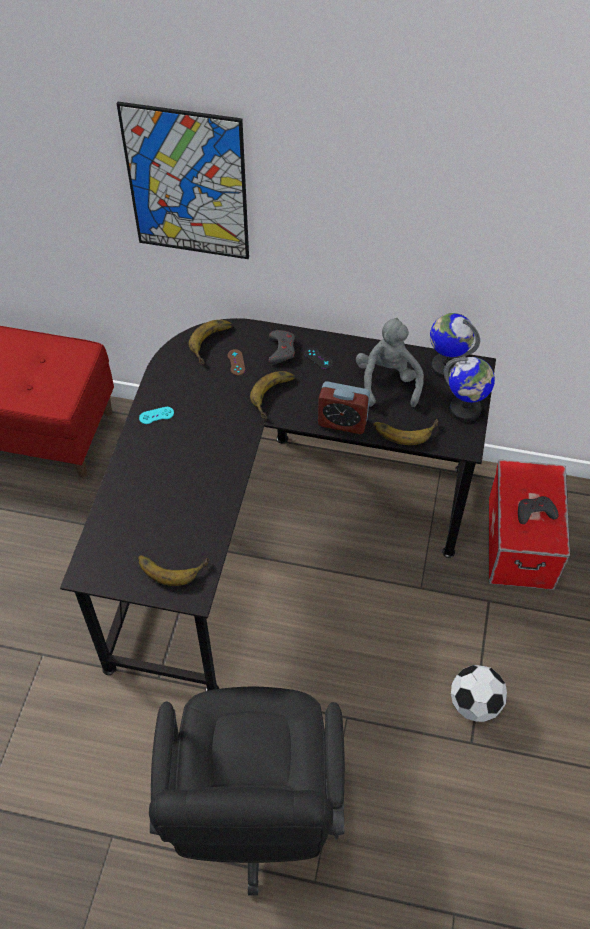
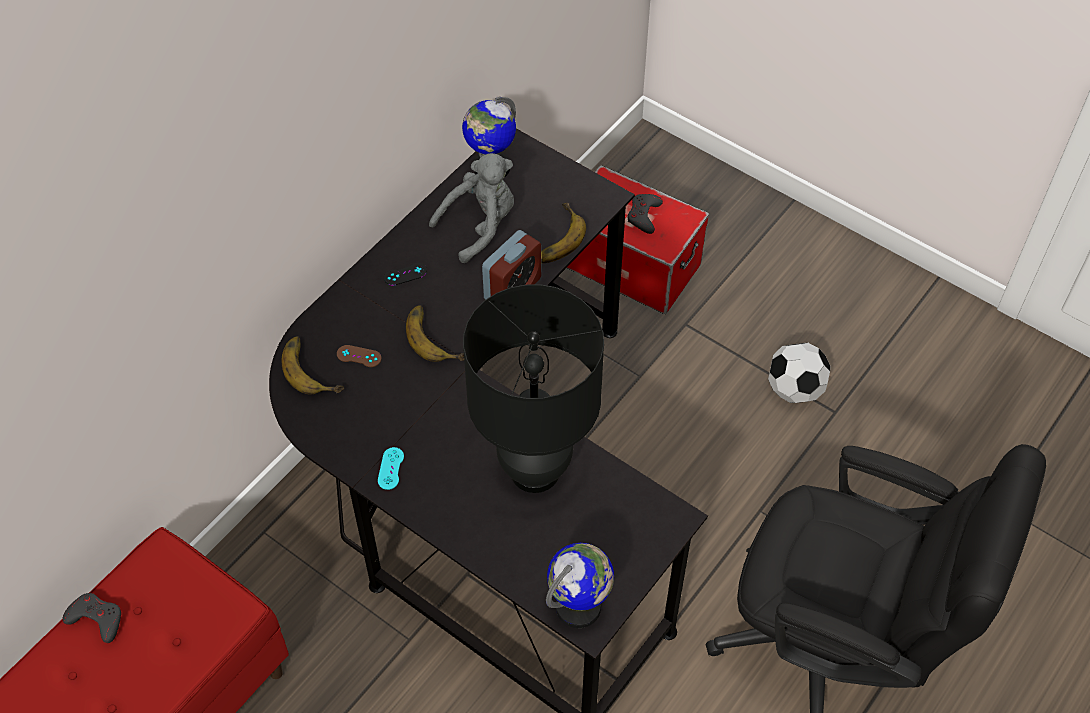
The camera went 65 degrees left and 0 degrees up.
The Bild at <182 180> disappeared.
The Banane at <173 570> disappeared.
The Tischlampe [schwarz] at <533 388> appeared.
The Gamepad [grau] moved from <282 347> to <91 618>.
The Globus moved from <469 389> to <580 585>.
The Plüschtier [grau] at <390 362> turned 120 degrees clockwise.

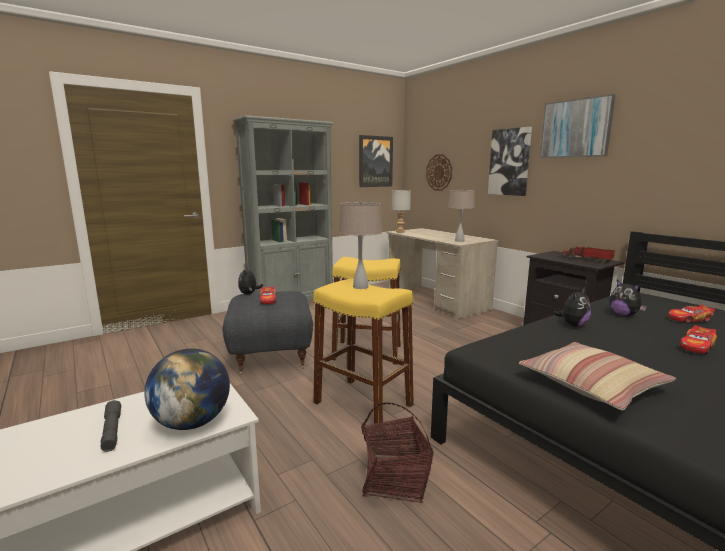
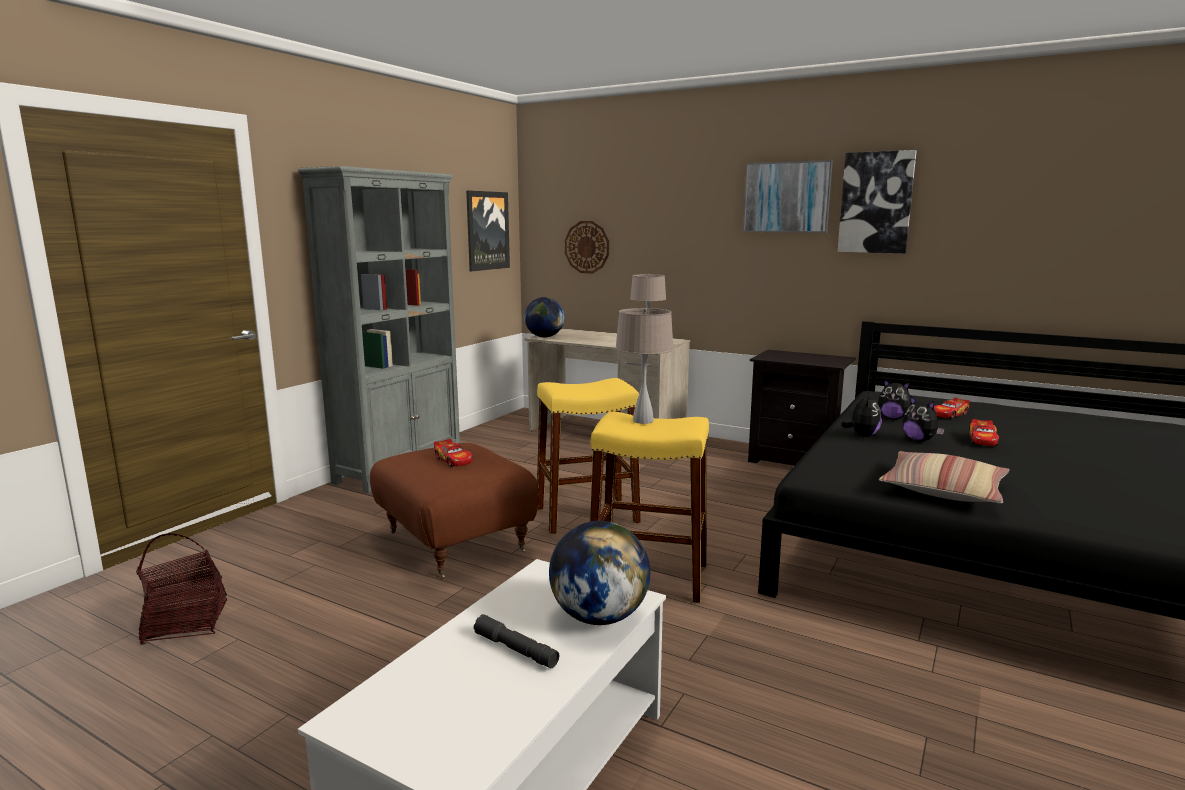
The camera went 25 degrees left and 0 degrees up.
The Spielzeuglaster at <588 254> disappeared.
The Plüschtier moved from <250 281> to <923 419>.
The Korb moved from <397 453> to <181 589>.
The Bild moved from <510 161> to <877 201>.
The Tischlampe [grau] at <401 211> was replaced by the Globus at <544 317>.
The Polsterhocker [grau] at <267 333> became the Polsterhocker [braun] at <454 511>.

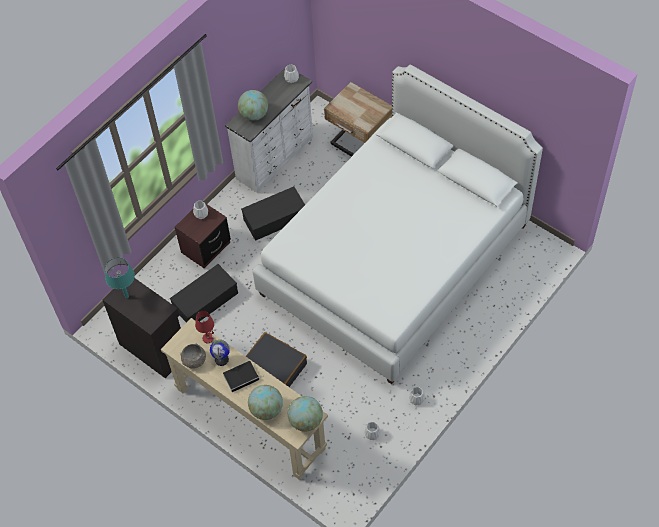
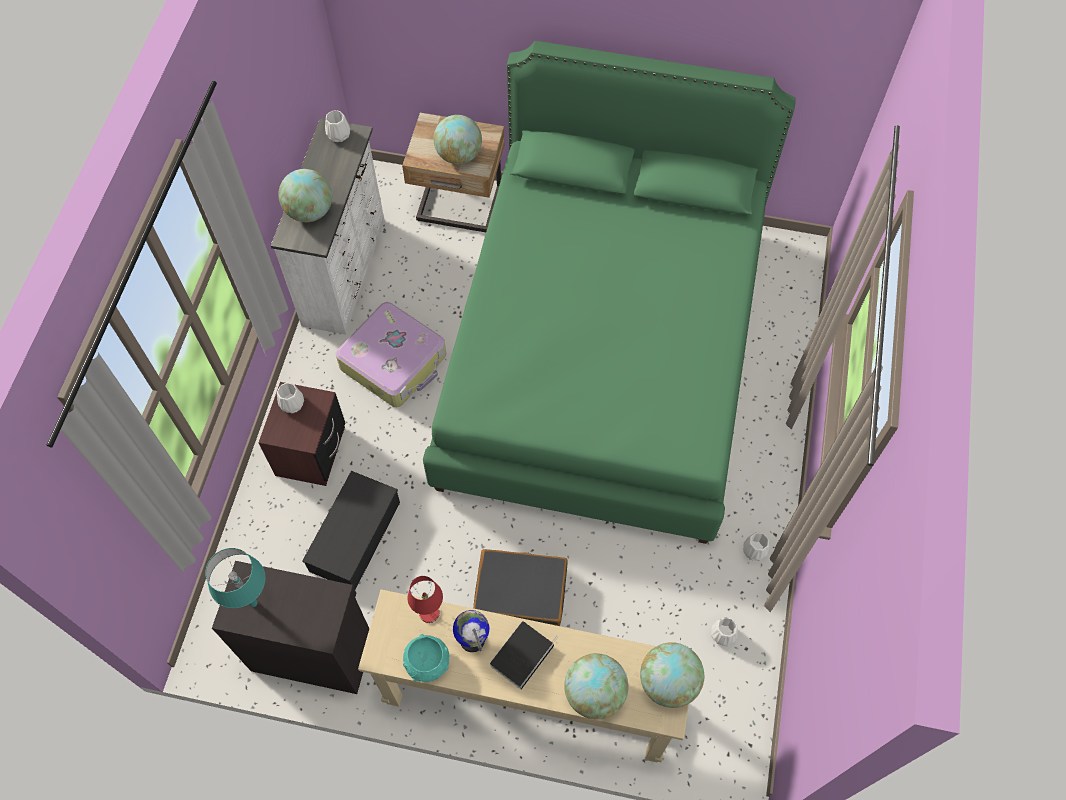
The camera went 30 degrees left and 5 degrees up.
The Globus at <458 139> appeared.
The Aufbewahrungsbox [schwarz] at <273 214> was replaced by the Koffer at <390 354>.
The Schüssel [grau] at <193 355> became the Schüssel [türkis] at <426 658>.
The Bett [weiß] at <397 224> became the Bett [grün] at <609 292>.

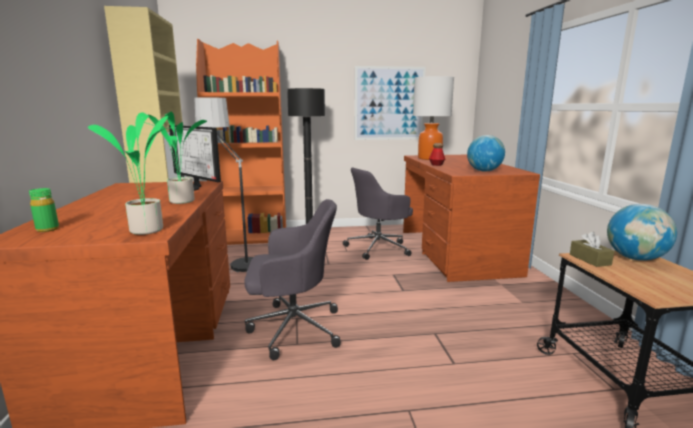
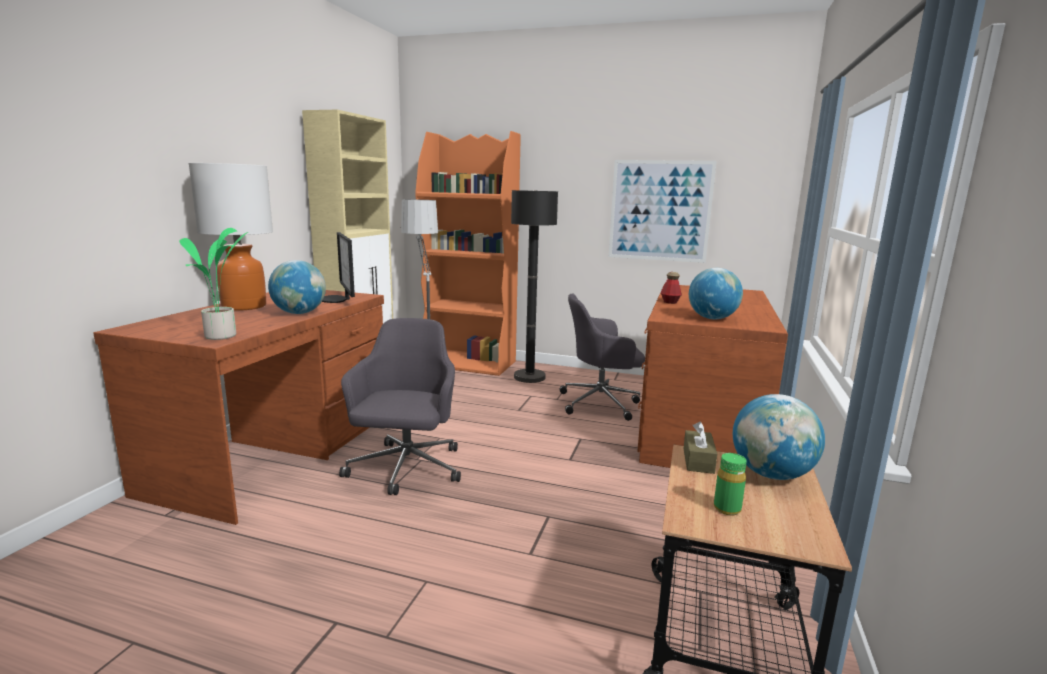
The camera went 25 degrees right and 0 degrees up.
The Flasche [grün] moved from <44 210> to <730 484>.
The Tischlampe moved from <433 118> to <230 237>.
The Topfpflanze at <175 158> was replaced by the Globus at <297 287>.
The Bürostuhl [grau] at <292 279> turned 105 degrees counterclockwise.

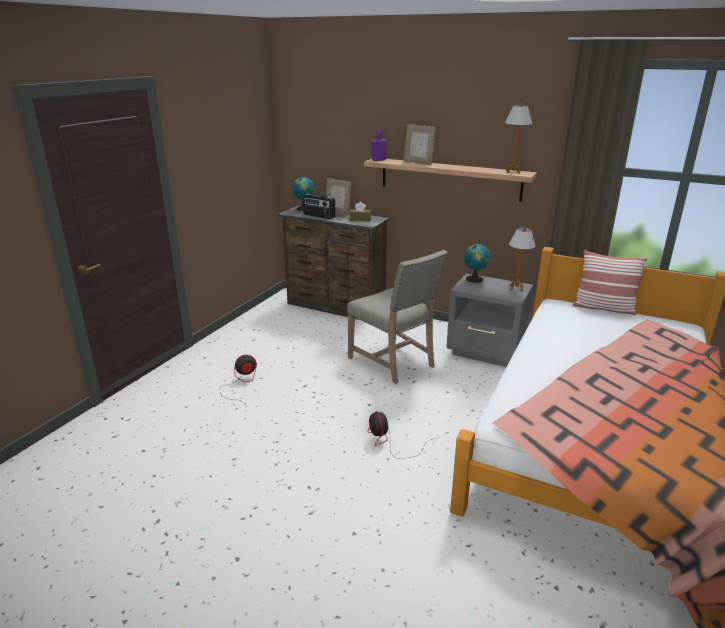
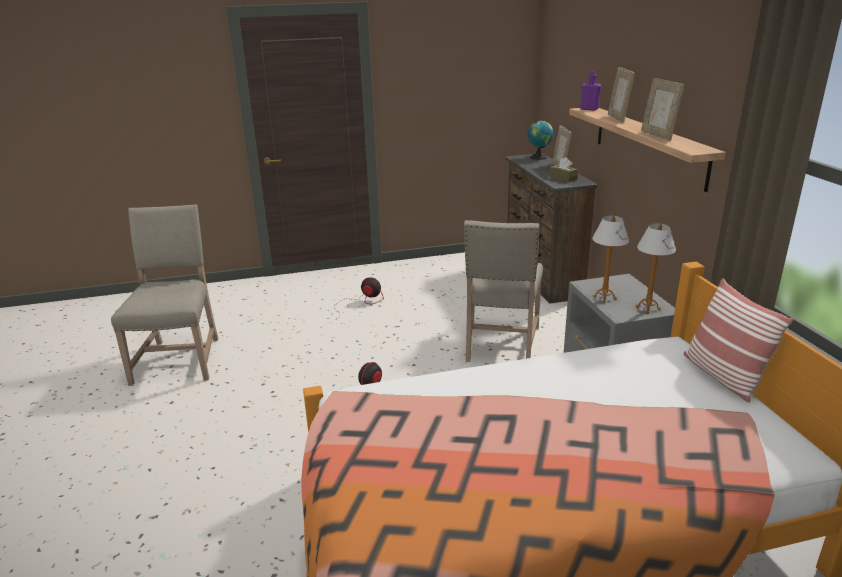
The camera went 50 degrees right and 0 degrees up.
The Radio at <319 206> disappeared.
The Globus at <477 263> disappeared.
The Stuhl [beige] at <164 295> appeared.
The Bilderrahmen at <663 109> appeared.
The Tischlampe moved from <518 139> to <610 259>.

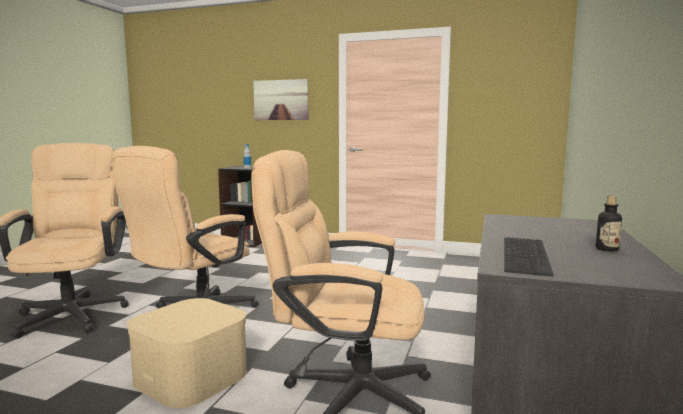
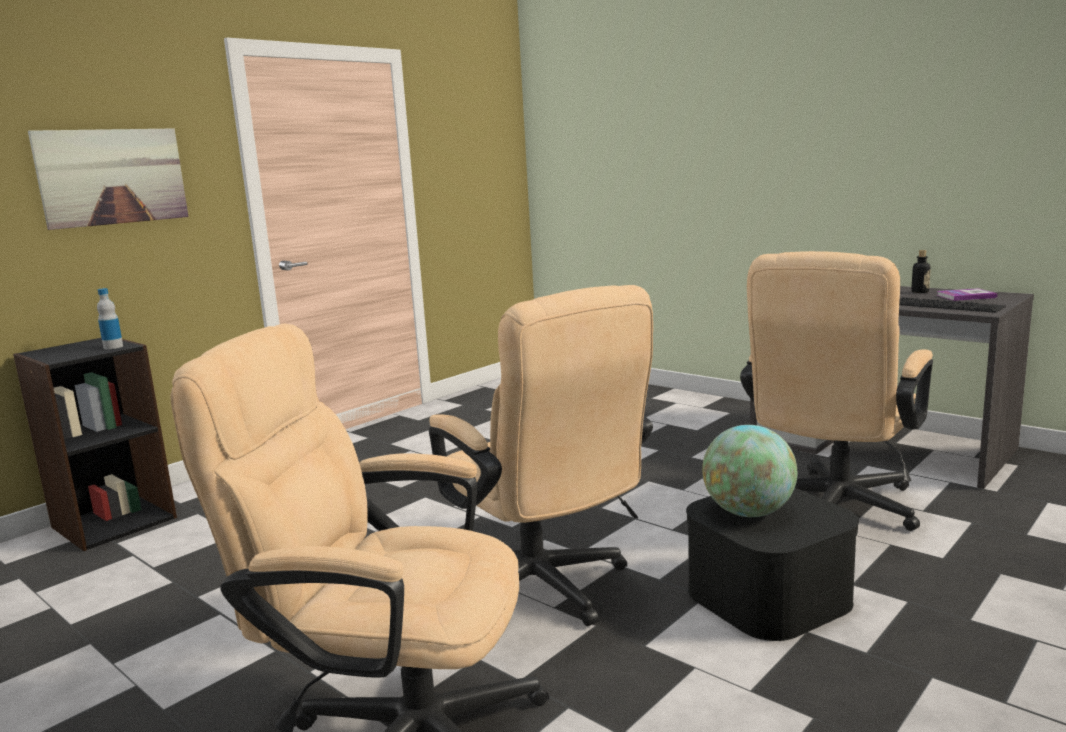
The camera went 65 degrees left and 5 degrees up.
The Globus at <749 471> appeared.
The Buch at <967 294> appeared.
The Aufbewahrungsbox [beige] at <187 353> became the Aufbewahrungsbox [schwarz] at <772 564>.

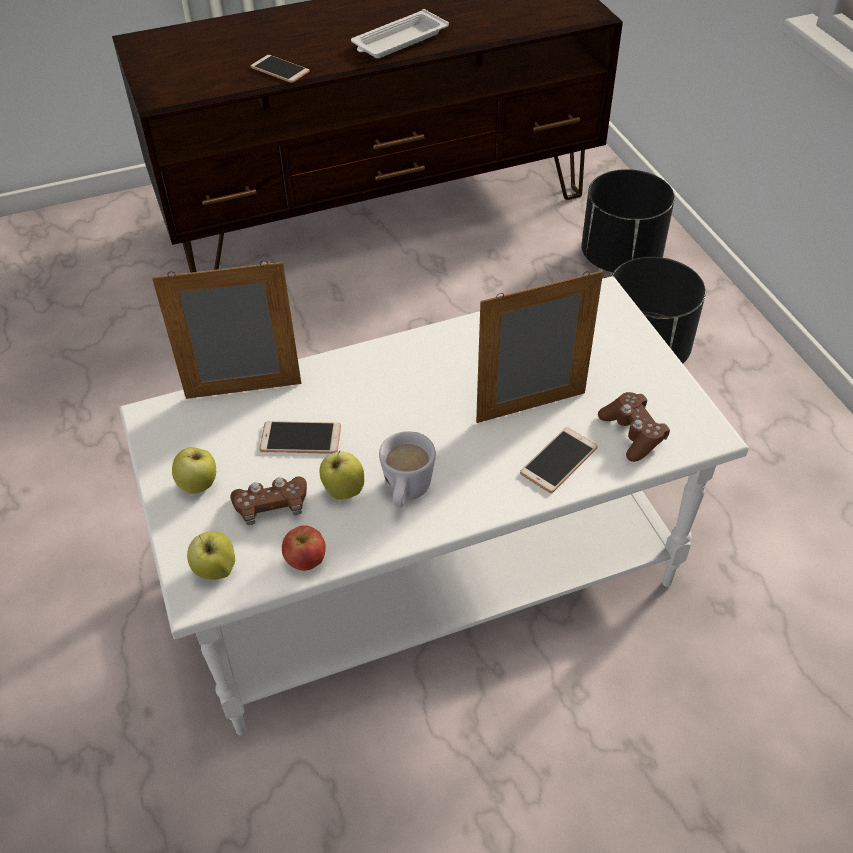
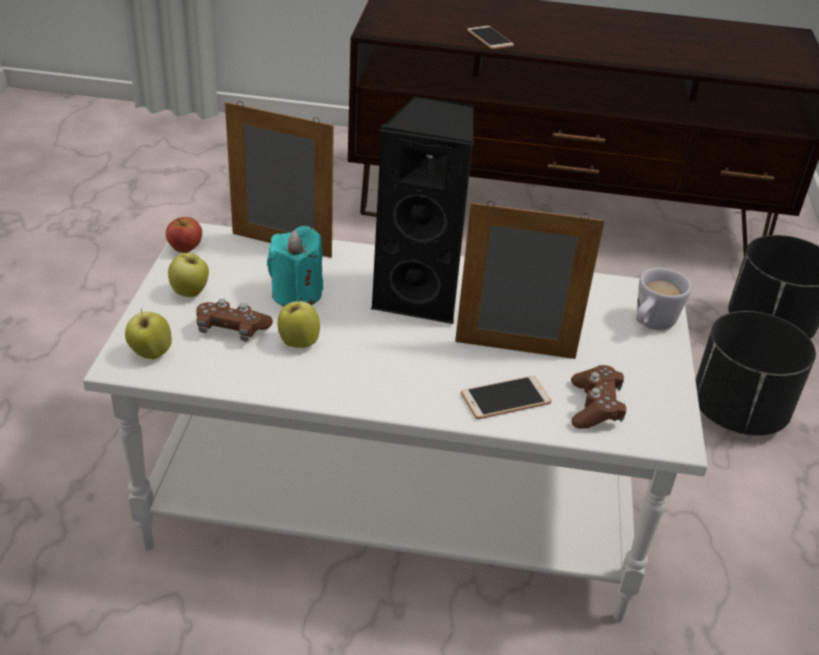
The camera went 25 degrees right and 10 degrees down.
The Tablett [weiß] at <400 33> disappeared.
The Lautsprecher [schwarz] at <422 209> appeared.
The Apfel moved from <304 548> to <184 235>.
The Henkelbecher [weiß] moved from <407 469> to <663 299>.
The Handy at <300 437> was replaced by the Kerze [türkis] at <295 266>.

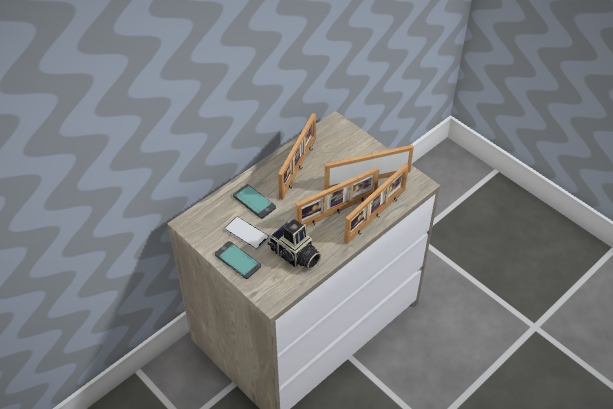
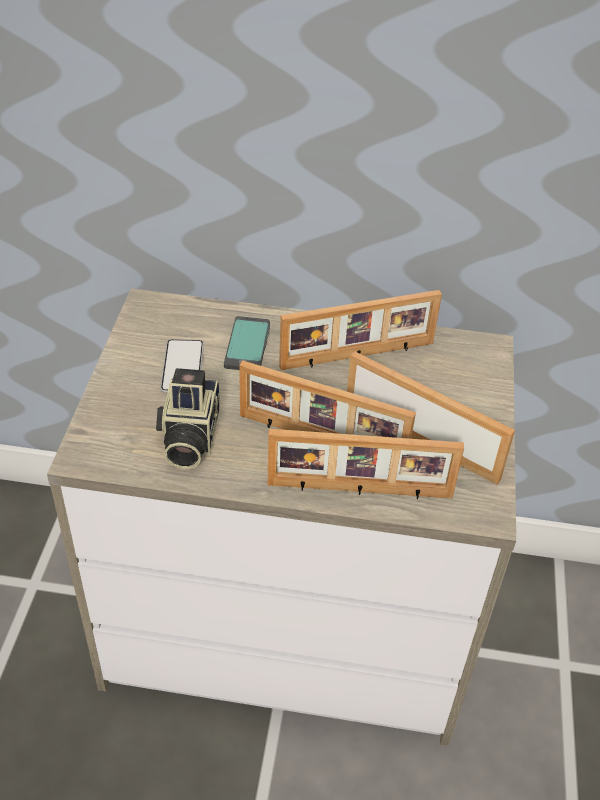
The camera went 50 degrees right and 5 degrees down.
The Handy at <238 260> disappeared.

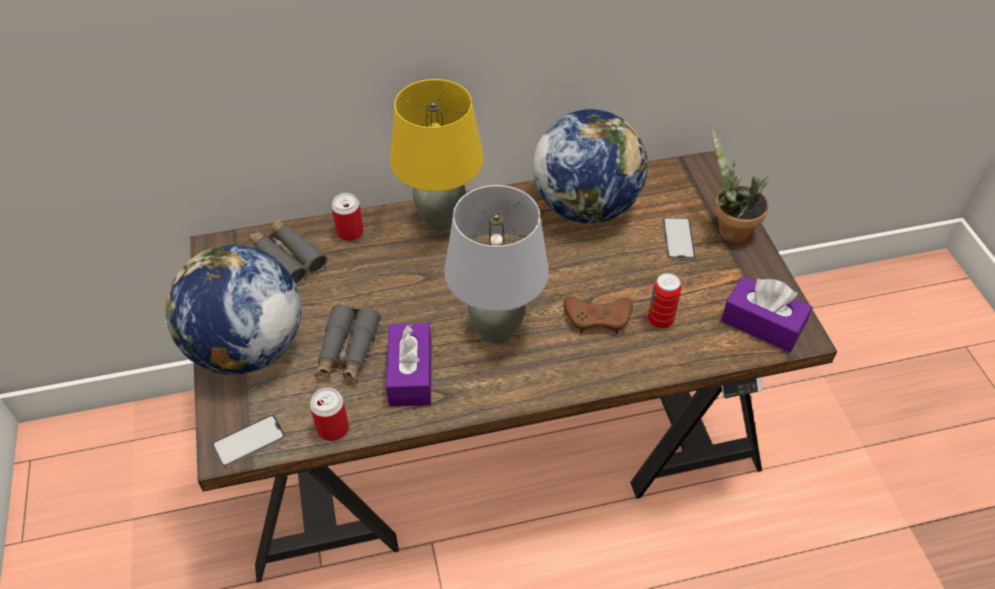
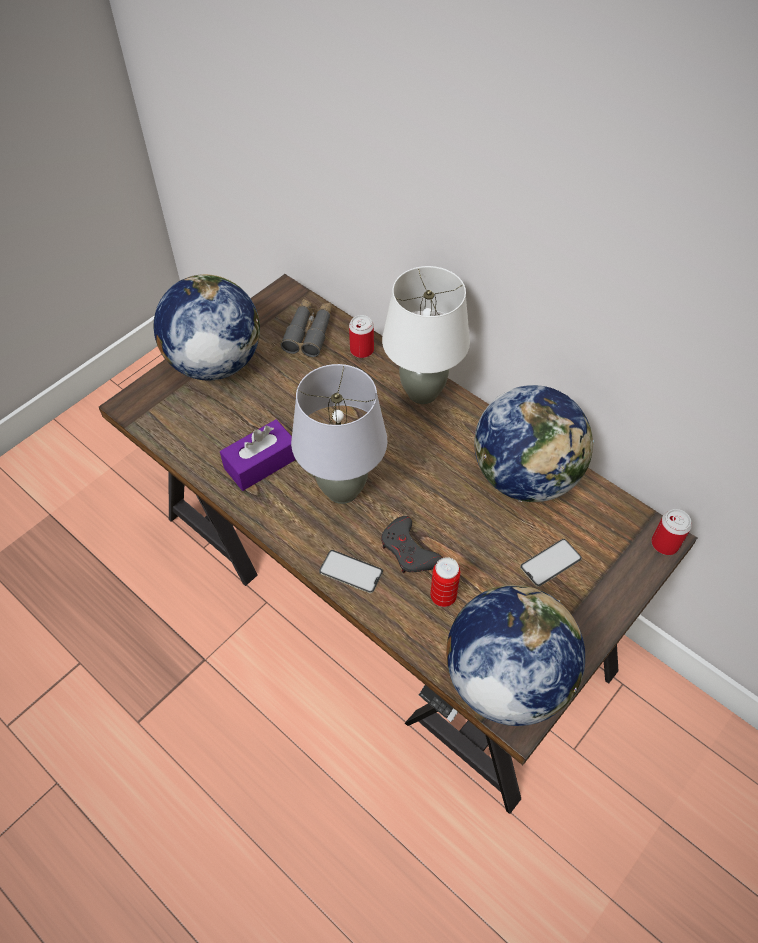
The camera went 55 degrees right and 5 degrees up.
The Fernglas [grau] at <348 344> disappeared.
The Topfpflanze at <740 186> disappeared.
The Handy moved from <248 441> to <351 571>.
The Dose moved from <329 414> to <671 532>.
The Taschentuchbox [lila] at <766 314> was replaced by the Globus at <515 655>.
The Tischlampe [gelb] at <436 155> became the Tischlampe [weiß] at <426 335>.
The Gamepad [braun] at <598 315> became the Gamepad [grau] at <412 544>.

